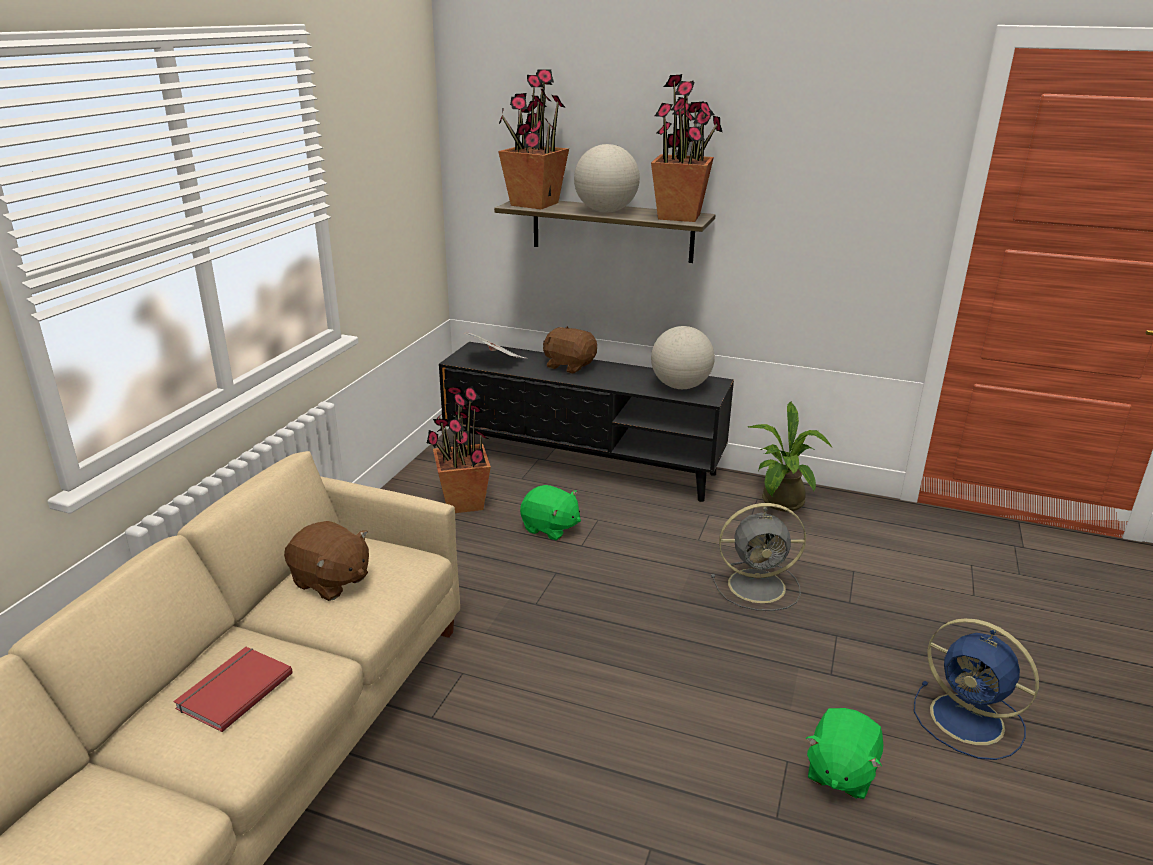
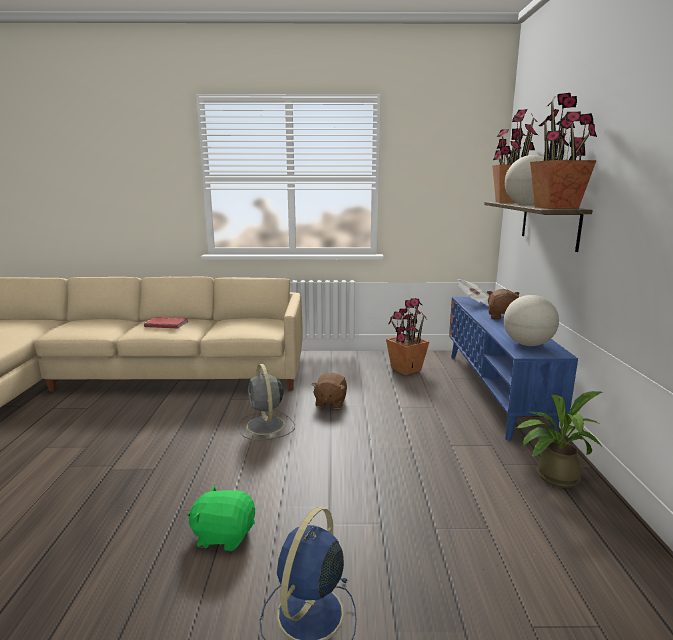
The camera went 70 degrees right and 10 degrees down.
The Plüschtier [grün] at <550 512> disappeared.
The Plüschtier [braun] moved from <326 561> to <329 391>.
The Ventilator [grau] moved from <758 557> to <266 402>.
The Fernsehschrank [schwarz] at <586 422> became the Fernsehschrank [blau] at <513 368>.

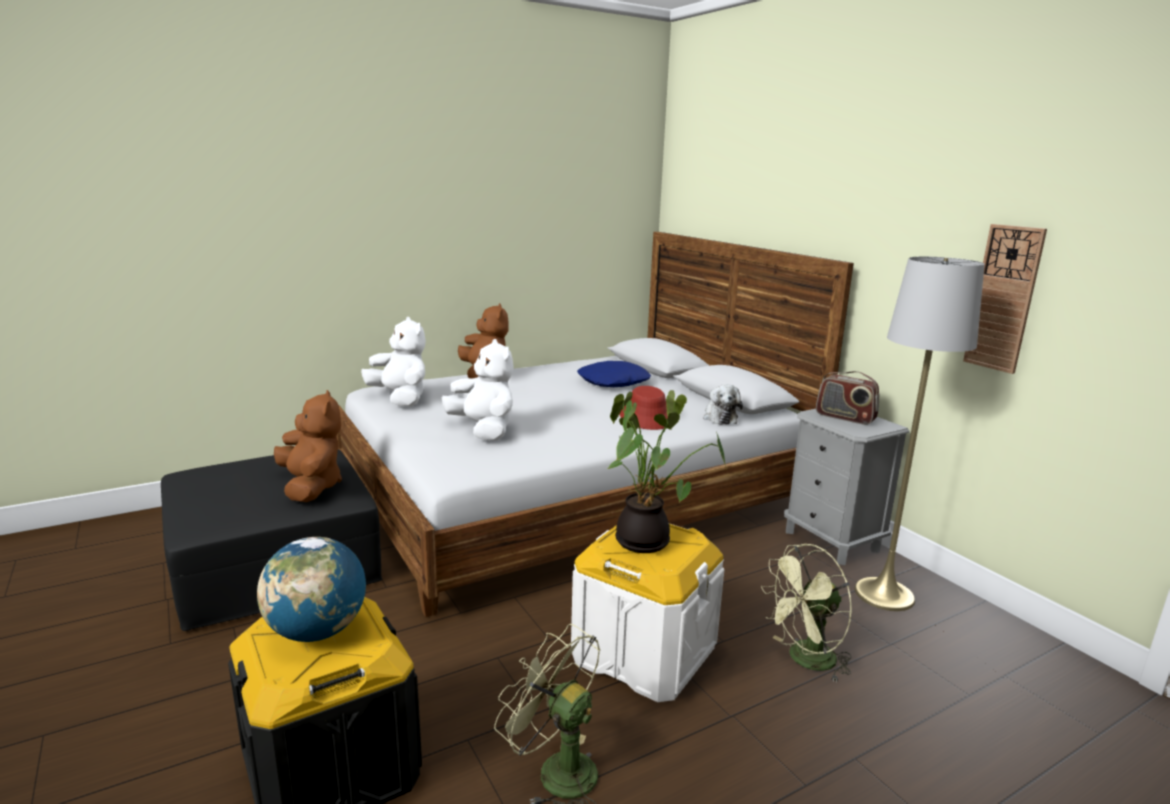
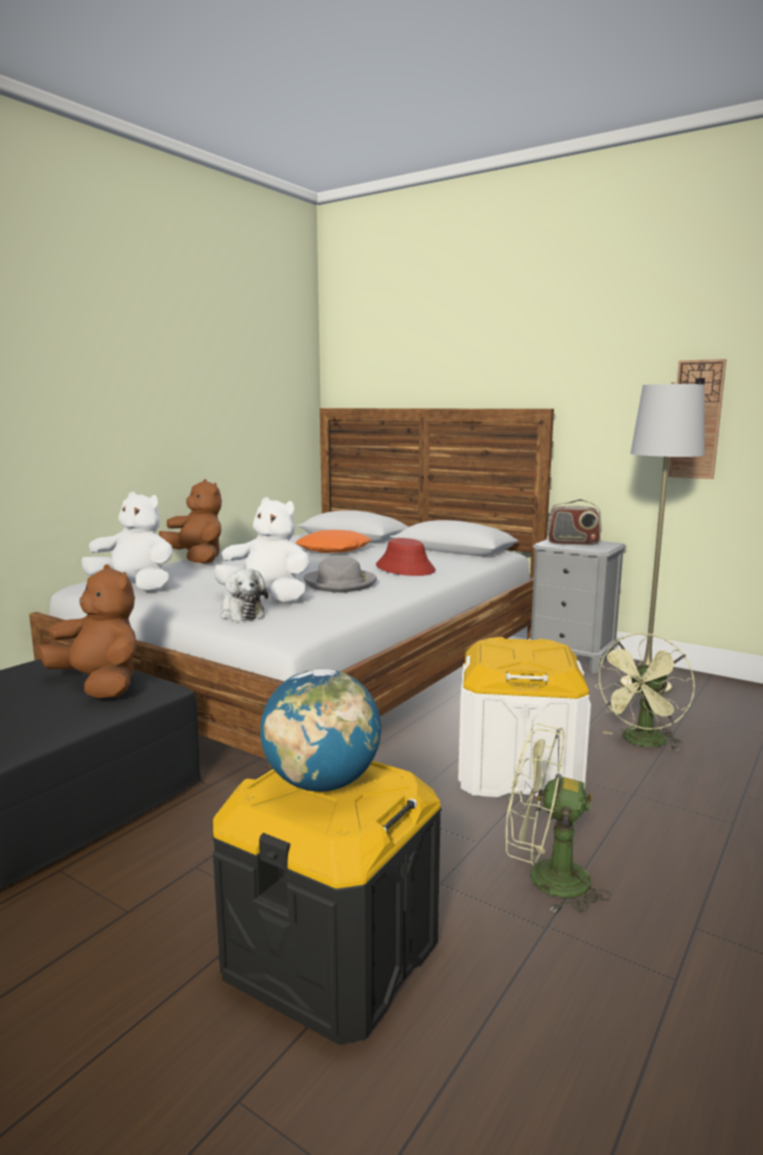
The camera went 25 degrees left and 5 degrees down.
The Topfpflanze at <667 471> disappeared.
The Hut [grau] at <340 575> appeared.
The Plüschtier moved from <723 404> to <244 595>.
The Kissen [blau] at <614 374> became the Kissen [orange] at <333 541>.

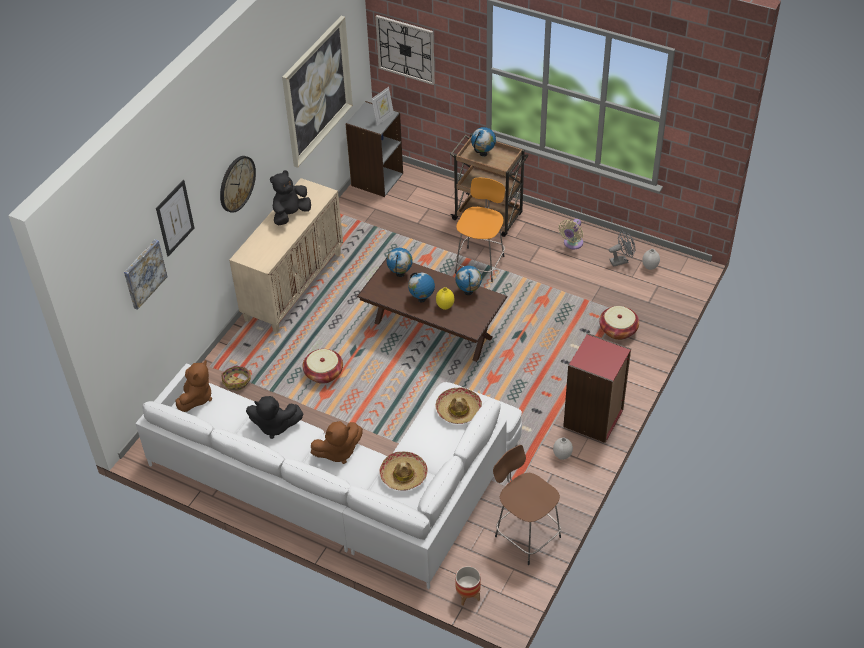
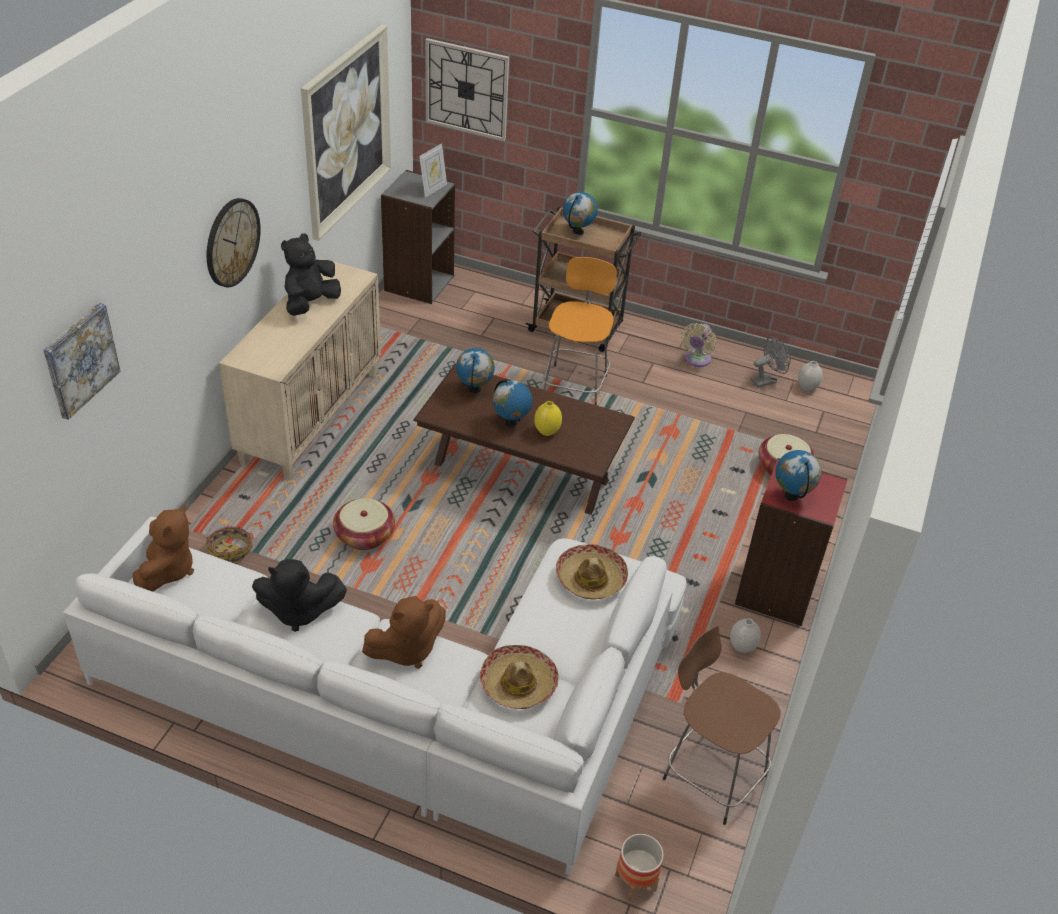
The camera went 10 degrees left and 5 degrees down.
The Bild at <175 218> disappeared.
The Globus moved from <468 280> to <798 475>.

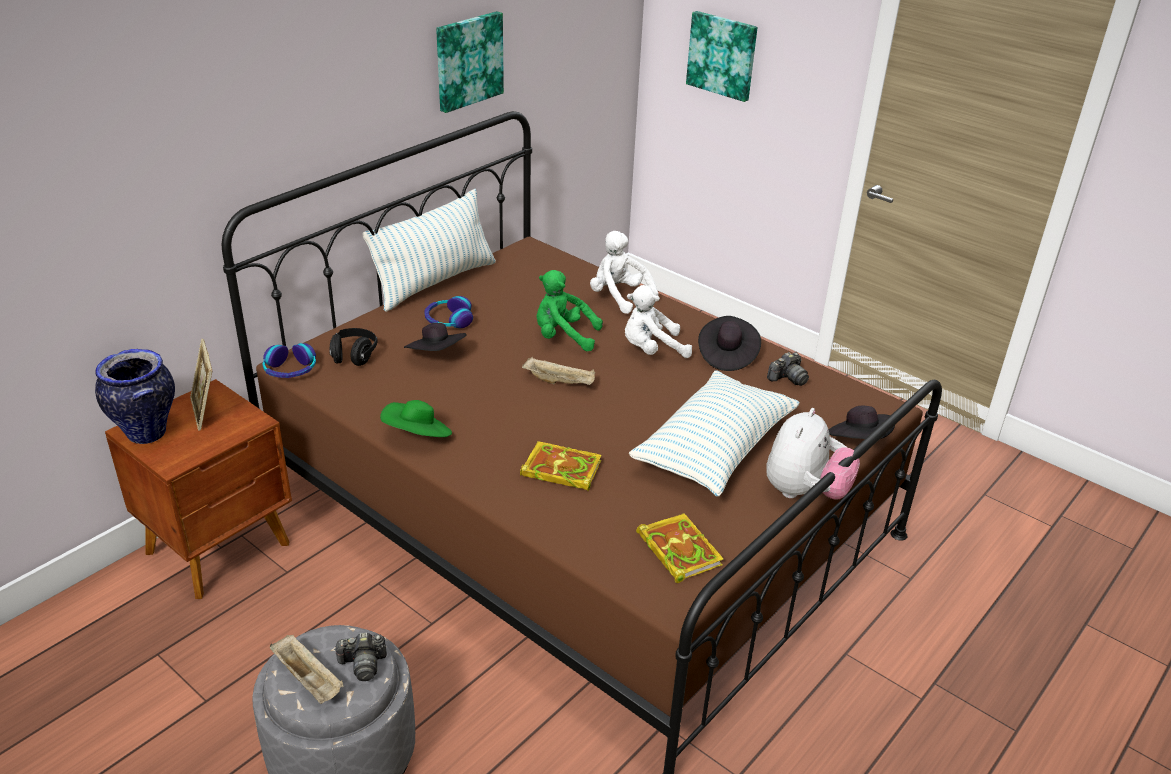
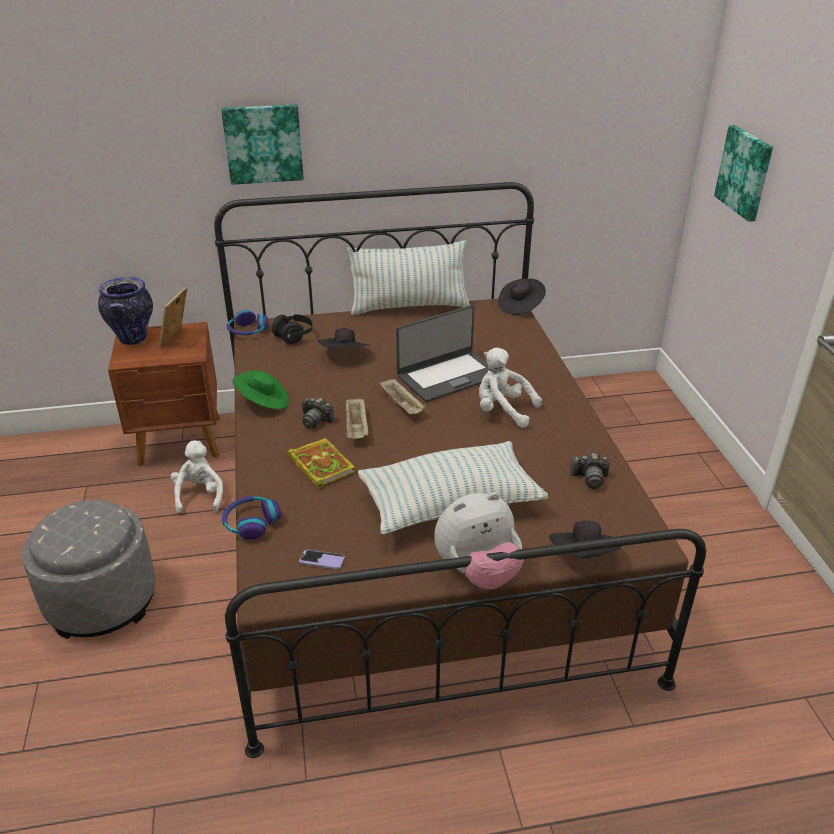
The camera went 40 degrees right and 0 degrees up.
The Tablett [beige] moved from <306 669> to <357 418>.
The Kamera moved from <360 656> to <318 412>.
The Kopfhörer moved from <448 312> to <251 518>.
The Bild moved from <470 62> to <262 145>.
The Plüschtier [weiß] moved from <624 272> to <197 476>.
The Hut [schwarz] moved from <729 343> to <522 296>.
The Plüschtier [grün] at <570 310> was replaced by the Laptop at <442 353>.
The Buch at <679 548> was replaced by the Handy at <322 559>.

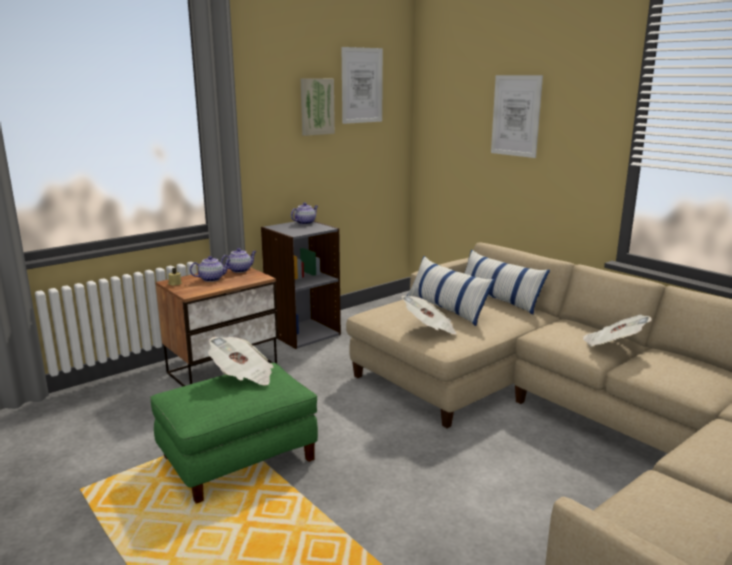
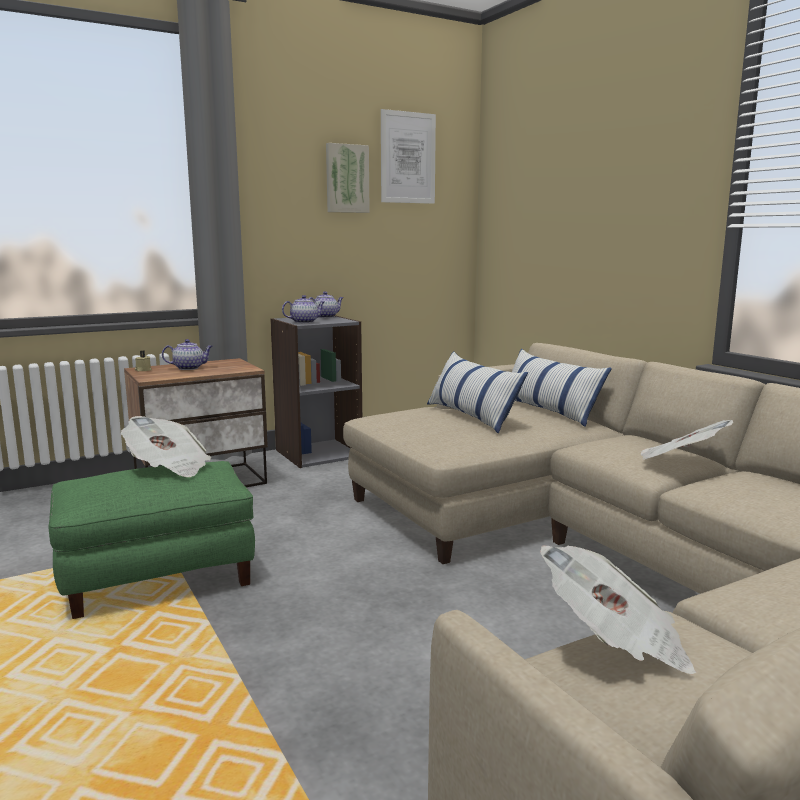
The camera went 10 degrees right and 5 degrees down.
The Bild at <517 116> disappeared.
The Teekanne moved from <239 260> to <303 309>.
The Zeitung moved from <429 315> to <618 609>.

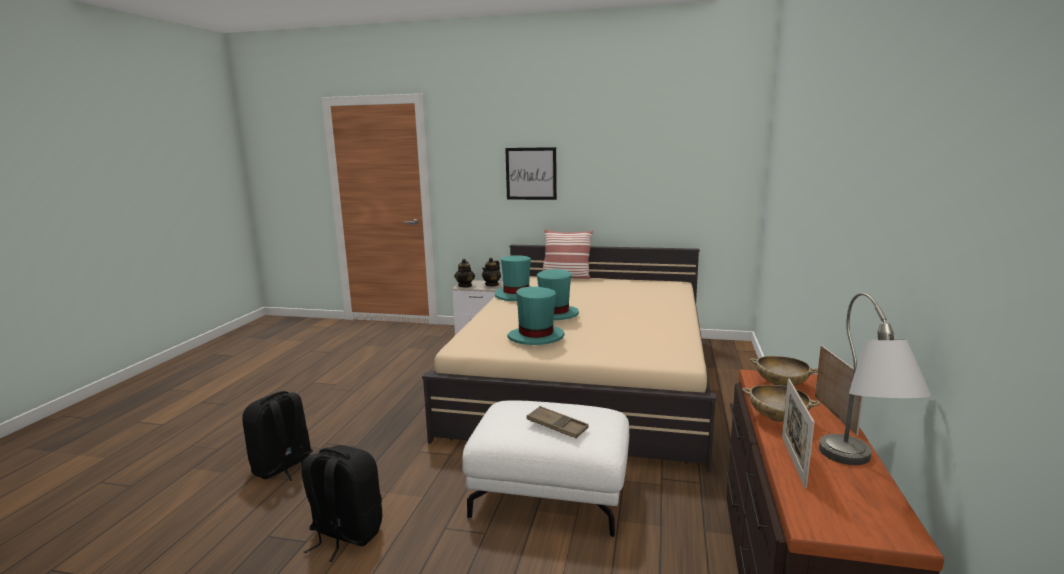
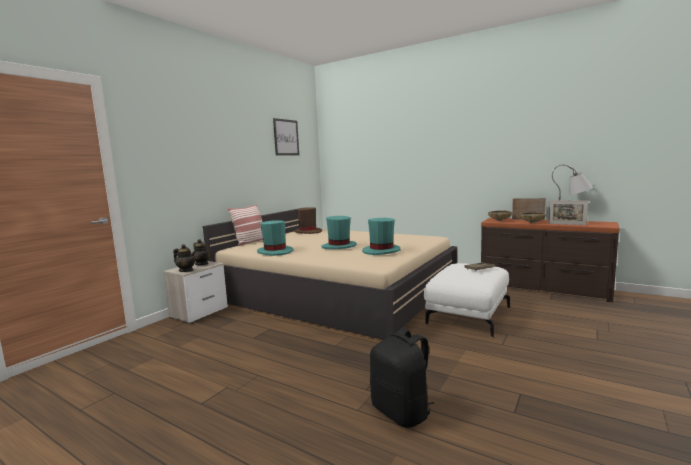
The camera went 70 degrees left and 5 degrees down.
The Rucksack [schwarz] at <342 503> disappeared.
The Hut [braun] at <308 220> appeared.
The Bild moved from <531 173> to <286 136>.

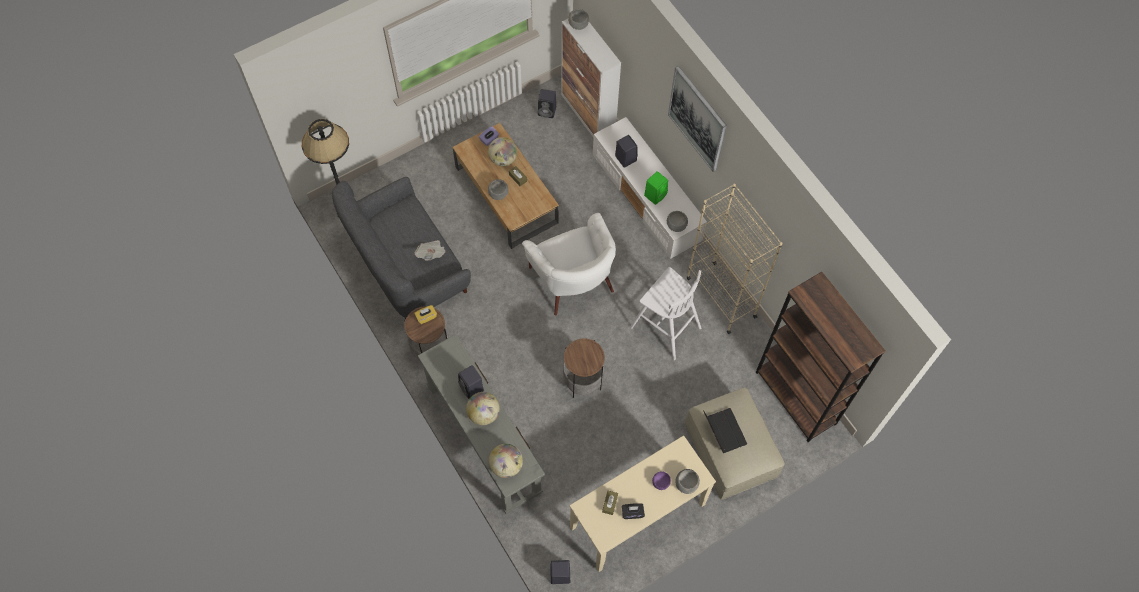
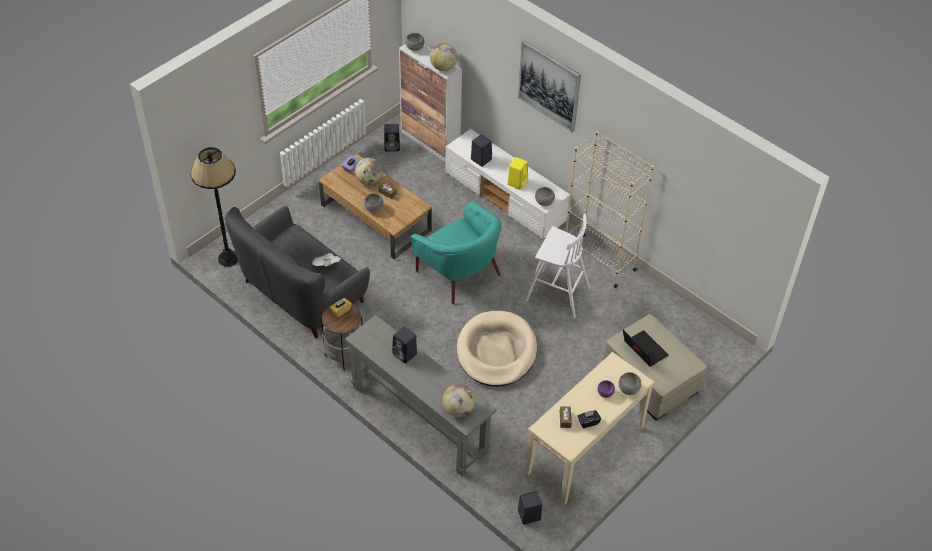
The camera went 15 degrees left and 15 degrees down.
The Bücherregal [braun] at <821 357> disappeared.
The Globus moved from <483 408> to <443 57>.
The Beistelltisch at <584 368> was replaced by the Hundebett [beige] at <497 349>.
The Sessel [weiß] at <569 264> became the Sessel [türkis] at <456 252>.
The Lautsprecher [grün] at <656 188> became the Lautsprecher [gelb] at <518 173>.

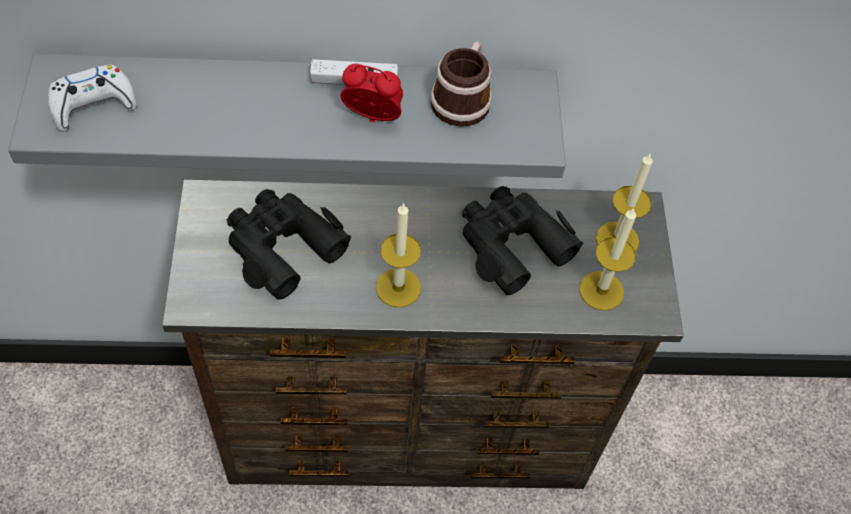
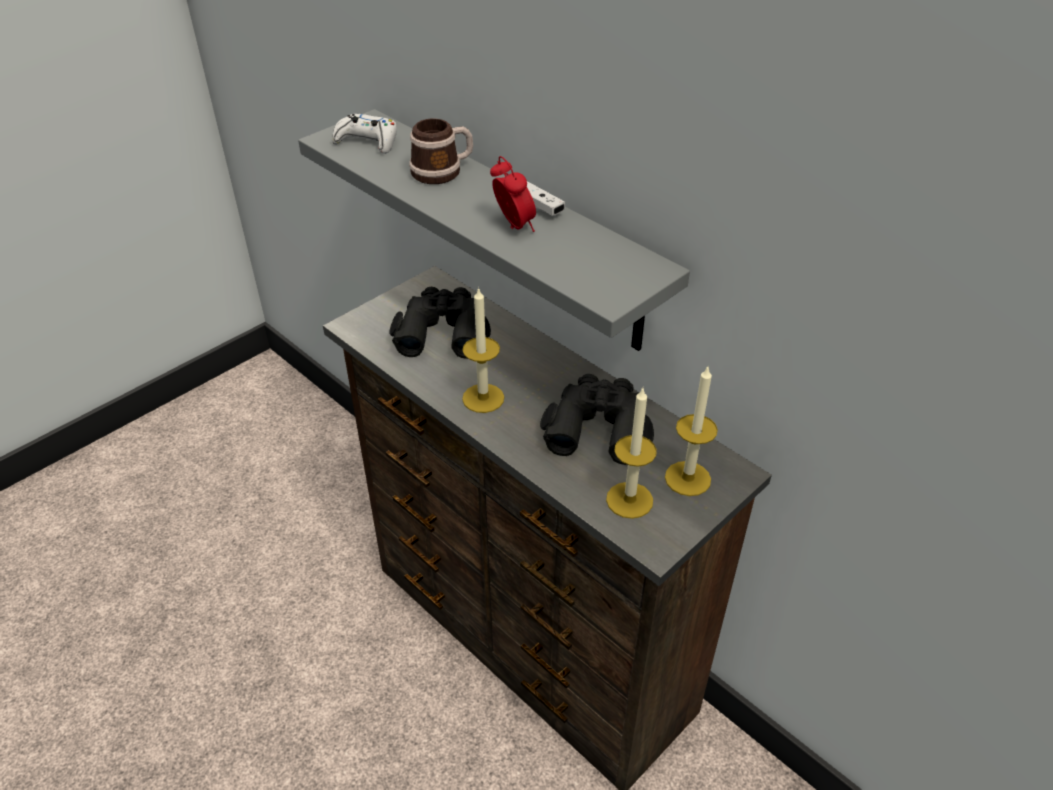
The camera went 50 degrees right and 15 degrees down.
The Henkelbecher moved from <461 84> to <441 151>.

